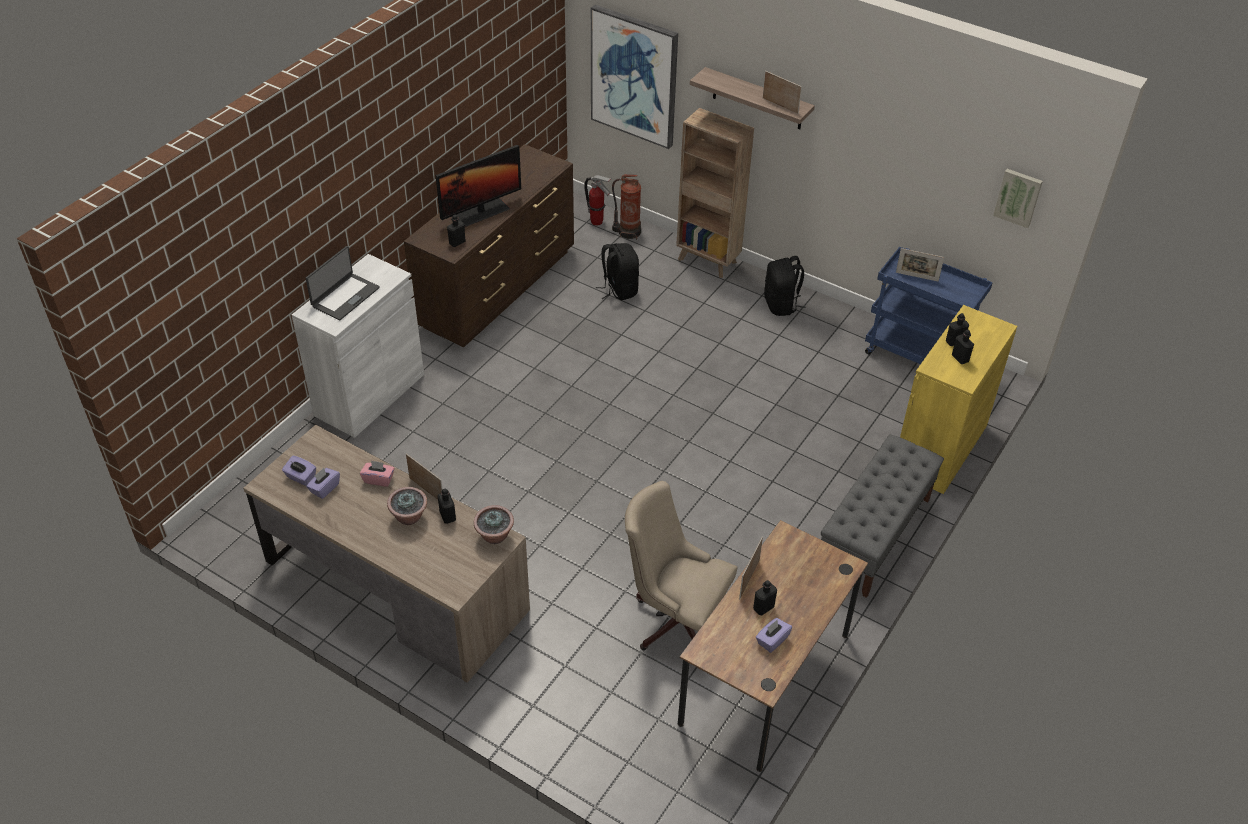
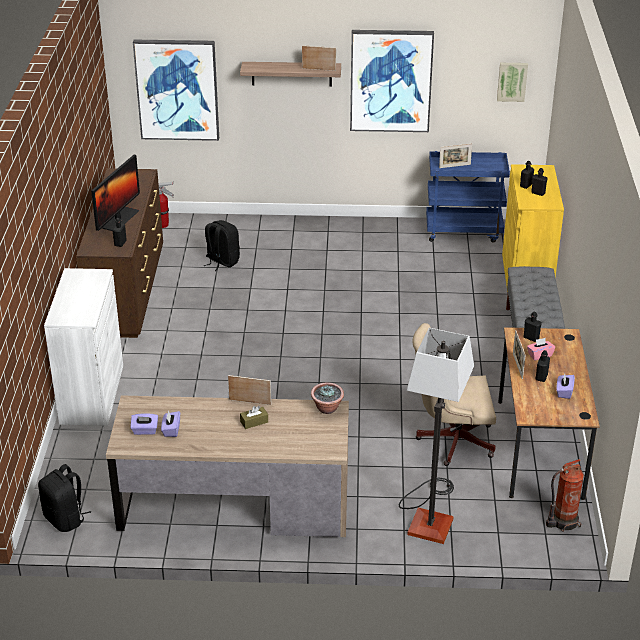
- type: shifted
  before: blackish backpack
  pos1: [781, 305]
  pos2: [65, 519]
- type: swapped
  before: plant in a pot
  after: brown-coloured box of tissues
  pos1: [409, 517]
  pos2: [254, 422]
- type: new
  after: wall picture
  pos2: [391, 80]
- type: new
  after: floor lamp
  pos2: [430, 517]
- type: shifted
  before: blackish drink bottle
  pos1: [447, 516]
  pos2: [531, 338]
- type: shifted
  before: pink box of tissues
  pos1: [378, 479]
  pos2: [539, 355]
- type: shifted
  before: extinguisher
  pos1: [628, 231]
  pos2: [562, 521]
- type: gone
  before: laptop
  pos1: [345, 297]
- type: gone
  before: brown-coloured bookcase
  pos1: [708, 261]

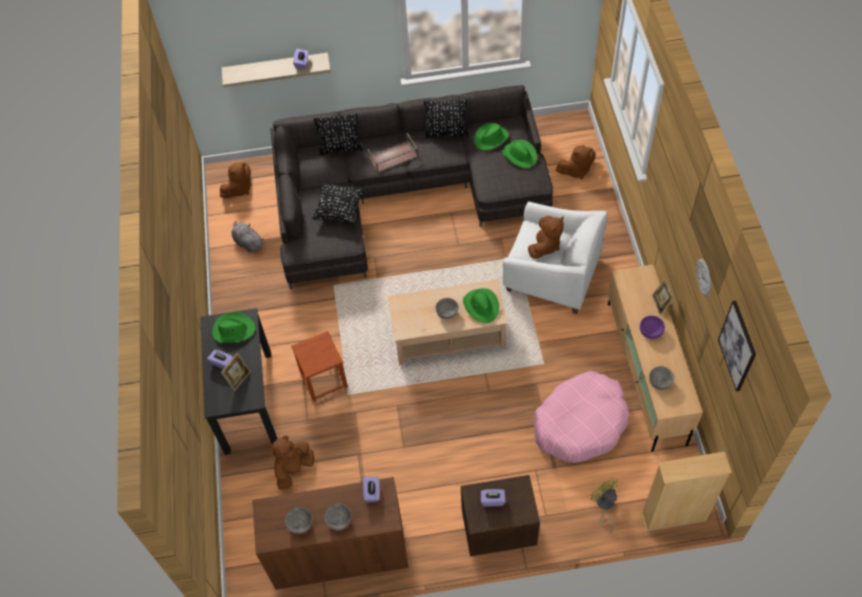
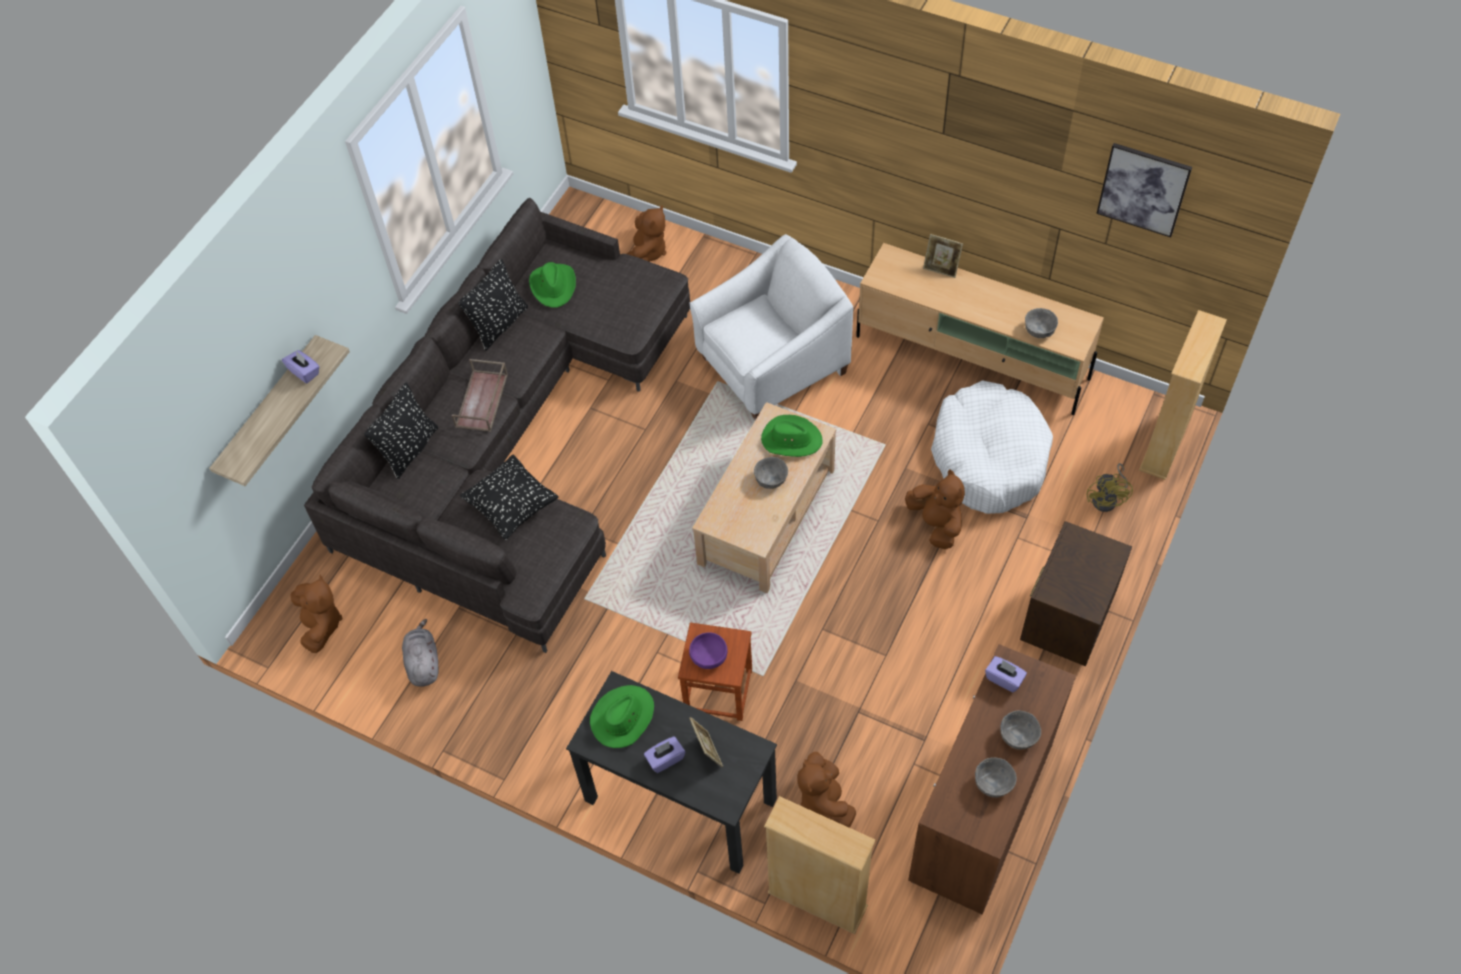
- type: rotated
  before: grey plush toy
  pos1: [248, 243]
  pos2: [423, 663]
  turn: 90
- type: shifted
  before: purple-coloured serving bowl
  pos1: [650, 331]
  pos2: [709, 657]
- type: new
  after: sand-coloured bookcase
  pos2: [817, 900]
- type: shifted
  before: brown-coloured plush toy
  pos1: [545, 246]
  pos2: [936, 524]
- type: repainted
  before: pink dog cushion
  after: white dog cushion
  pos1: [580, 423]
  pos2: [989, 457]
- type: rotated
  before: yellowish fan
  pos1: [604, 505]
  pos2: [1108, 499]
  turn: -90
- type: gone
  before: purple-coloured box of tissues
  pos1: [492, 500]
- type: gone
  before: greenish hat
  pos1: [520, 155]
- type: gone
  before: clock on the wall
  pos1: [704, 277]

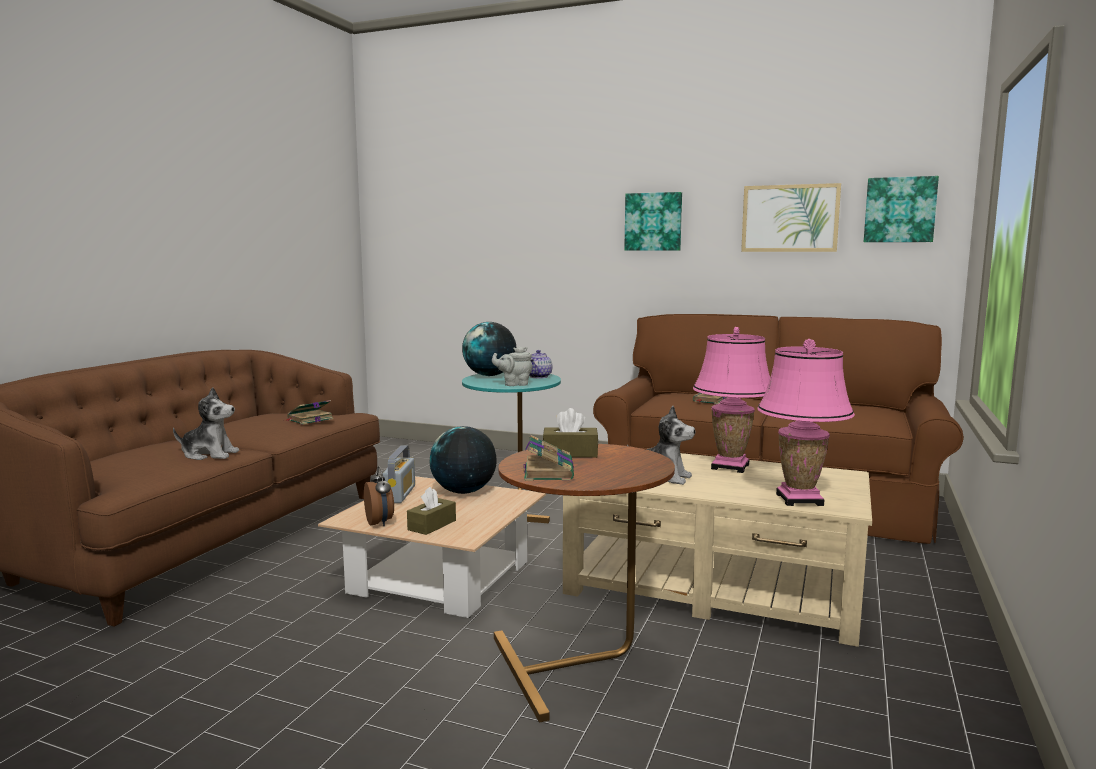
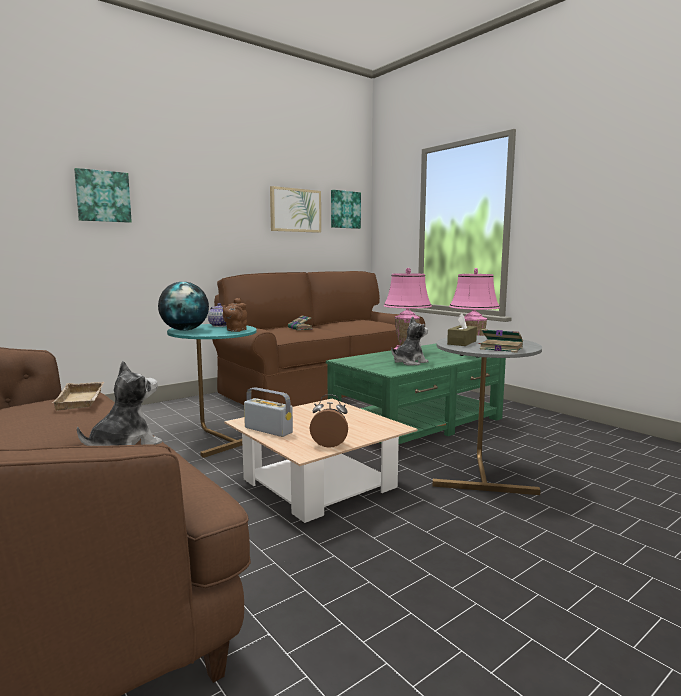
- type: swapped
  before: volume
  after: sand-coloured carrying tray
  pos1: [309, 419]
  pos2: [82, 400]
- type: shifted
  before: wall picture
  pos1: [653, 222]
  pos2: [103, 196]
- type: repainted
  before: grey teapot
  after: brown-coloured teapot
  pos1: [514, 384]
  pos2: [235, 330]
- type: repainted
  before: sand-coloured coffee table
  after: greenish coffee table
  pos1: [714, 587]
  pos2: [418, 424]
- type: repainted
  before: brown-coloured side table
  after: grey side table
  pos1: [582, 664]
  pos2: [481, 471]
- type: gone
  before: brown-coloured box of tissues
  pos1: [432, 525]
- type: gone
  before: desk globe
  pos1: [464, 492]

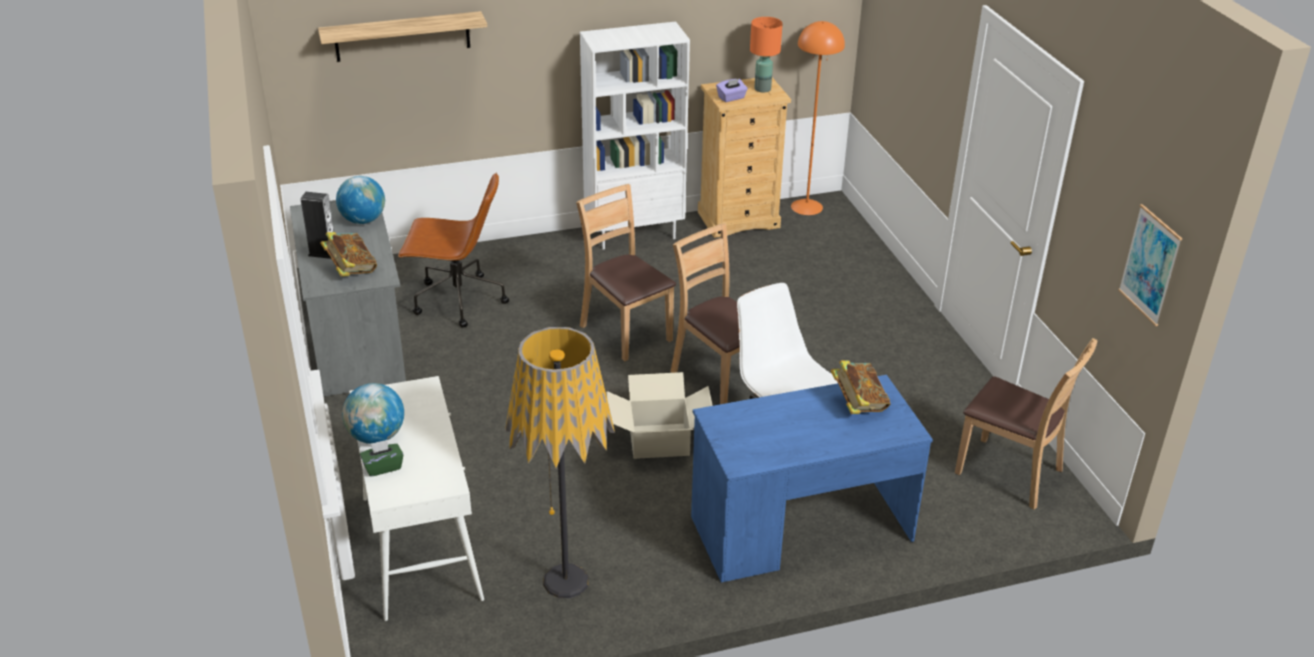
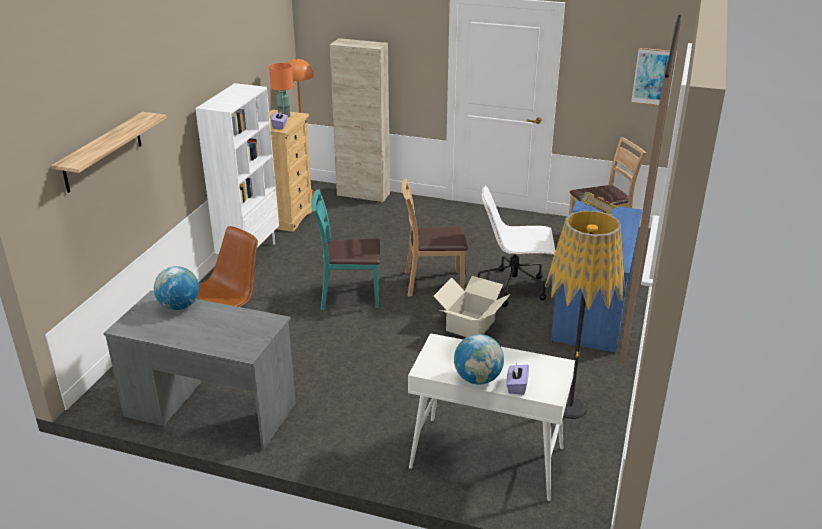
- type: repainted
  before: brown-coloured upright chair
  after: blue-green upright chair
  pos1: [626, 332]
  pos2: [349, 296]
- type: new
  after: sand-coloured storage cabinet
  pos2: [363, 194]
- type: repainted
  before: greenish box of tissues
  after: purple-coloured box of tissues
  pos1: [383, 467]
  pos2: [516, 386]
- type: gone
  before: loudspeaker
  pos1: [323, 252]
- type: gone
  before: volume
  pos1: [351, 270]

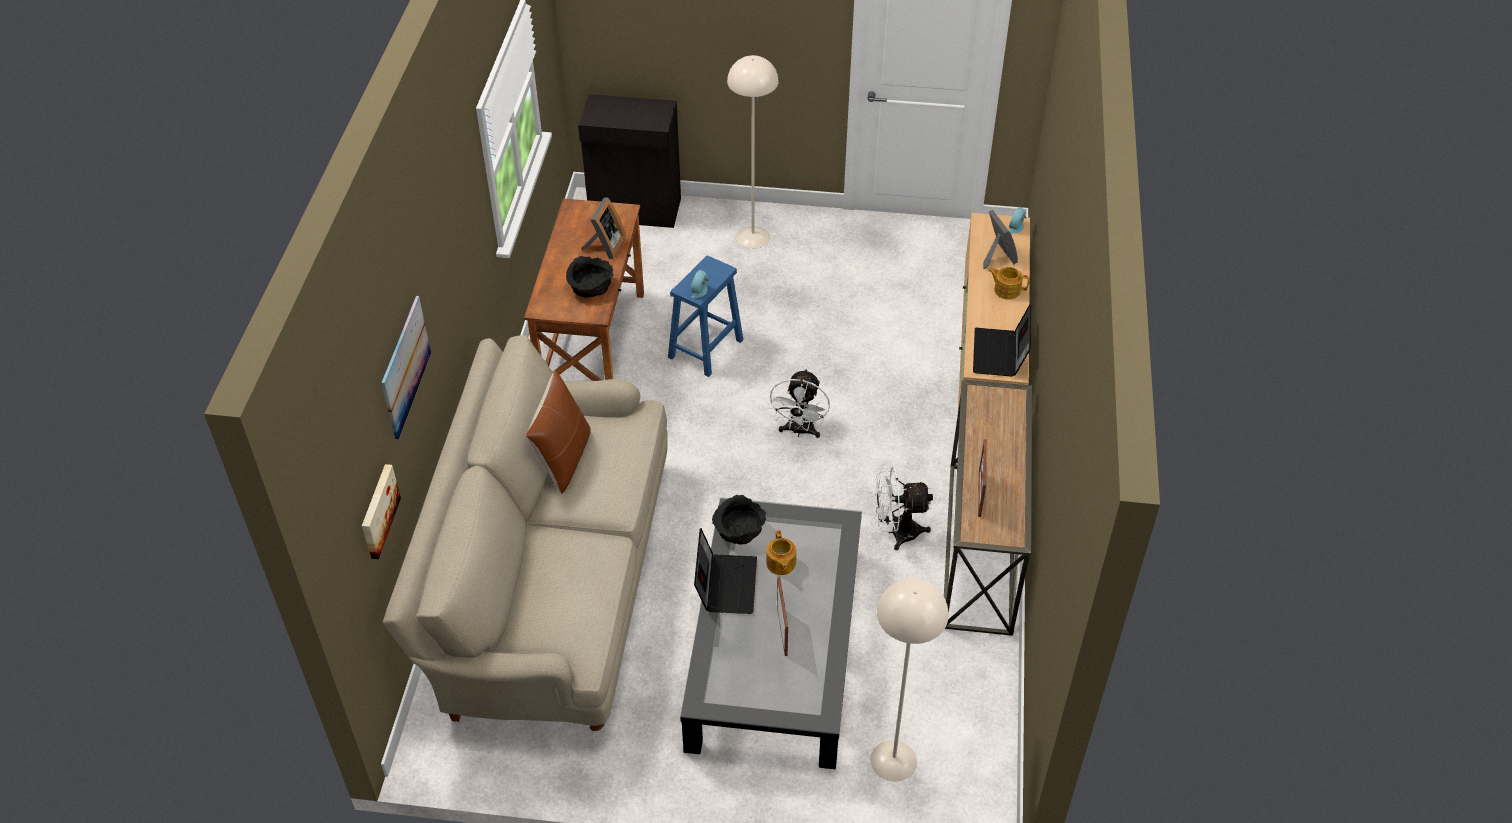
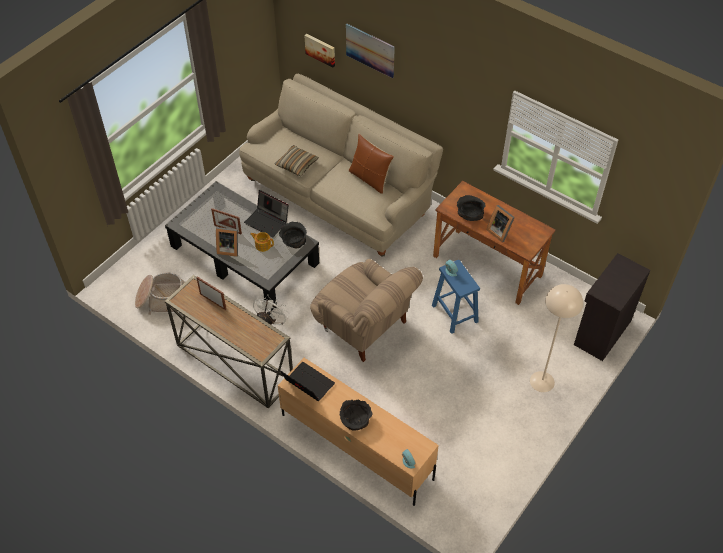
- type: new
  after: household basket
  pos2: [162, 299]
- type: shifted
  before: picture frame
  pos1: [997, 257]
  pos2: [228, 249]
- type: new
  after: throw pillow
  pos2: [297, 164]
- type: swapped
  before: white fan
  after: sand-coloured easy chair
  pos1: [799, 431]
  pos2: [365, 326]
- type: swapped
  before: teapot
  after: blackish serving bowl
  pos1: [1006, 290]
  pos2: [355, 420]
- type: gone
  before: sand-coloured floor lamp
  pos1: [894, 760]

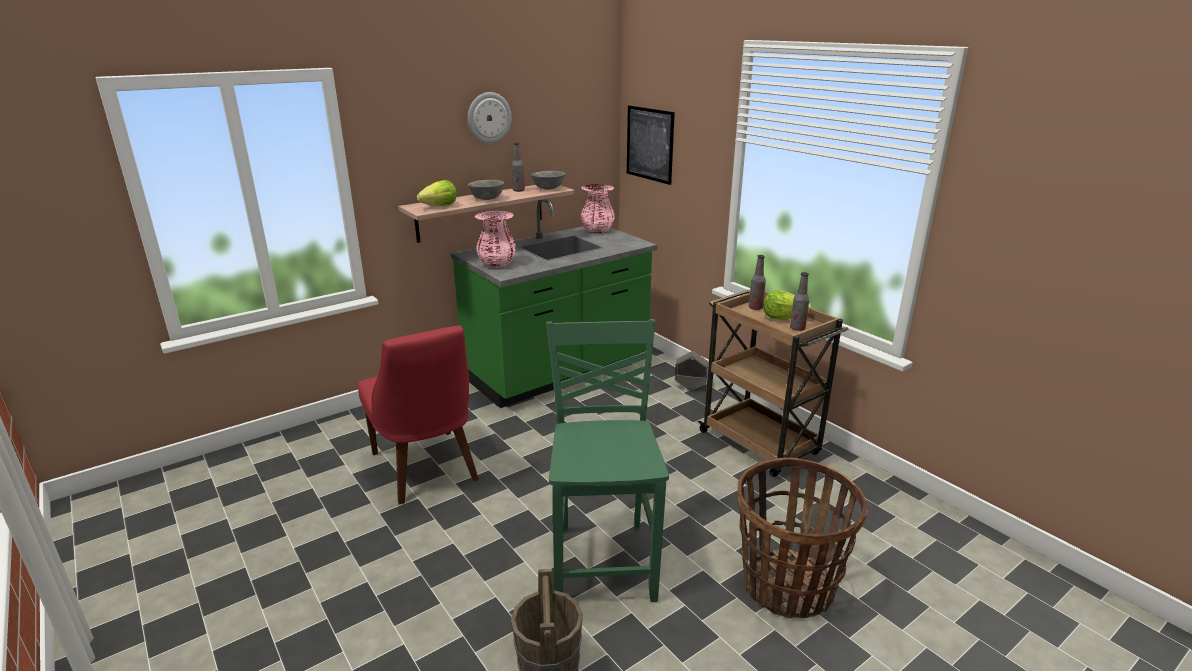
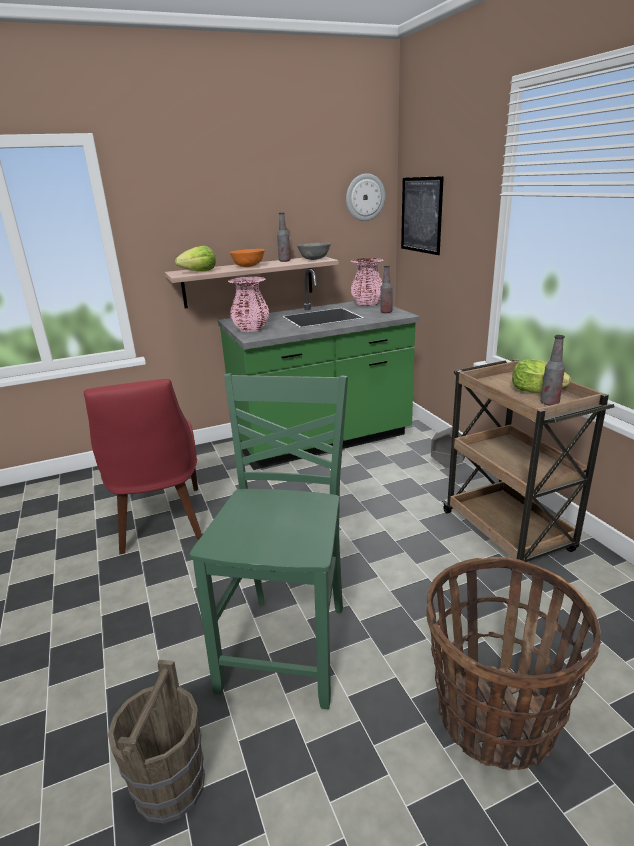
- type: repainted
  before: grey serving bowl
  after: orangey serving bowl
  pos1: [486, 199]
  pos2: [248, 266]
- type: shifted
  before: clock on the wall
  pos1: [489, 117]
  pos2: [365, 197]
- type: shifted
  before: drink bottle
  pos1: [755, 308]
  pos2: [386, 312]

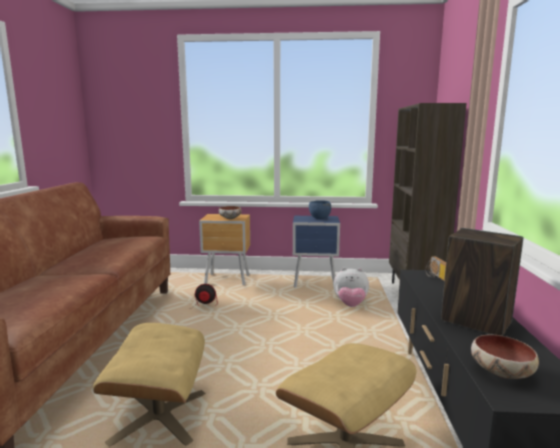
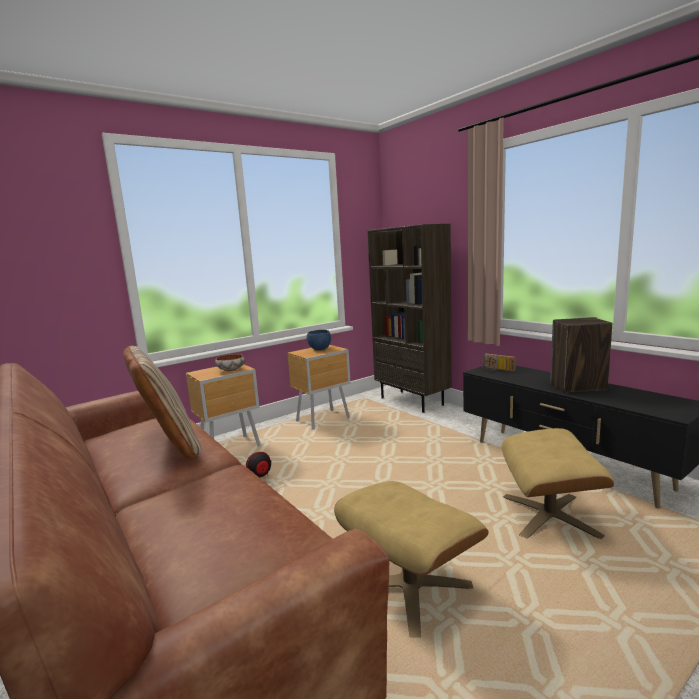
- type: new
  after: sand-coloured throw pillow
  pos2: [168, 446]
- type: repainted
  before: blue nightstand
  after: brown-coloured nightstand
  pos1: [315, 283]
  pos2: [324, 420]
- type: gone
  before: plush toy
  pos1: [350, 305]
- type: gone
  before: serving bowl
  pos1: [500, 372]

